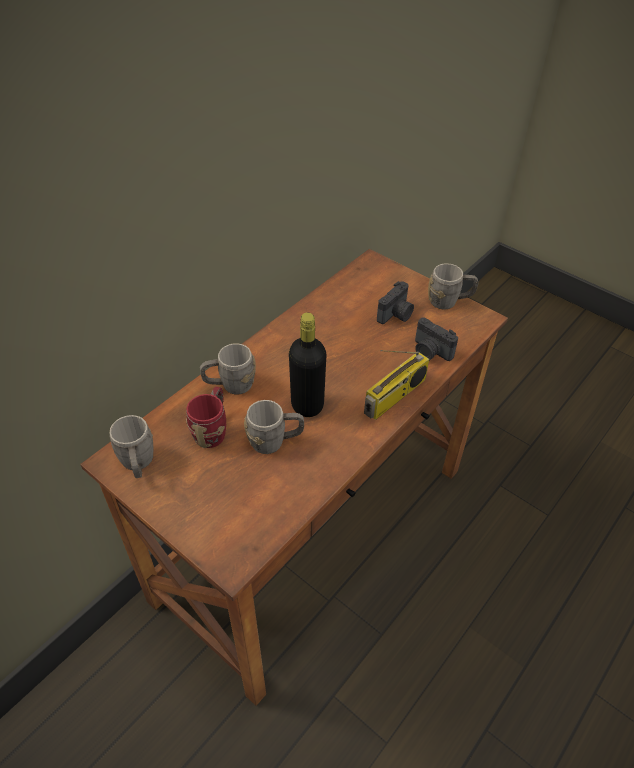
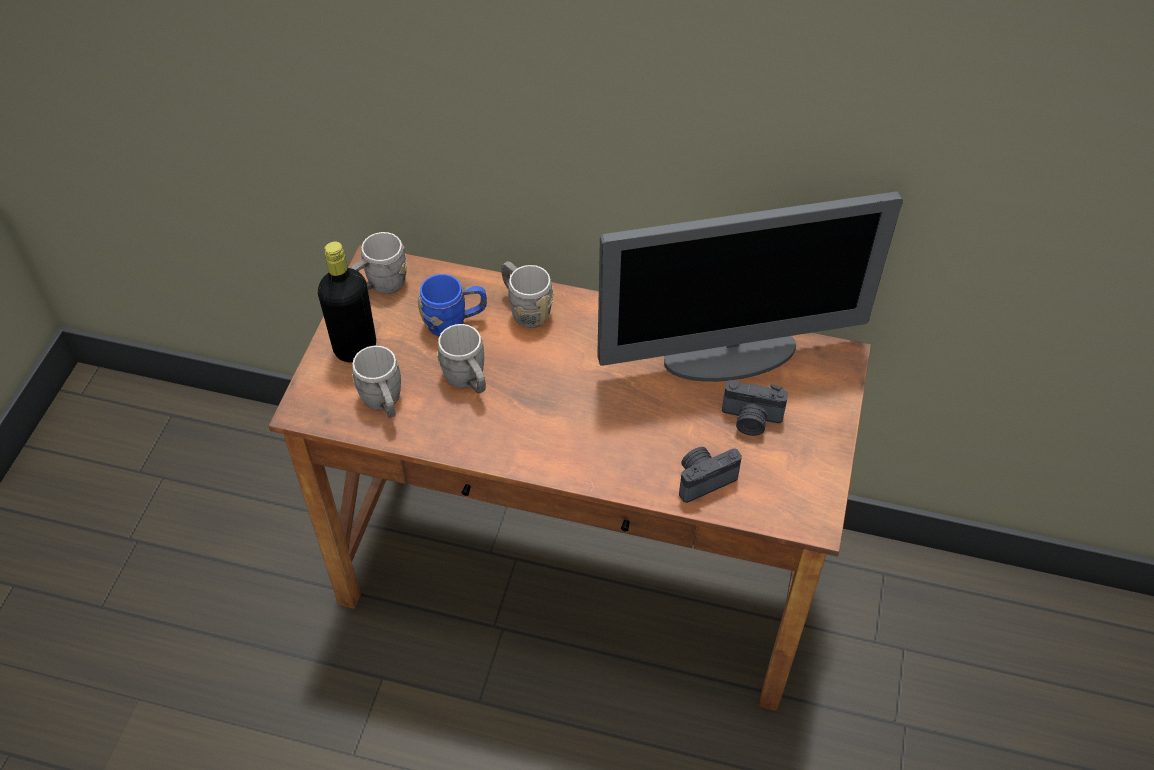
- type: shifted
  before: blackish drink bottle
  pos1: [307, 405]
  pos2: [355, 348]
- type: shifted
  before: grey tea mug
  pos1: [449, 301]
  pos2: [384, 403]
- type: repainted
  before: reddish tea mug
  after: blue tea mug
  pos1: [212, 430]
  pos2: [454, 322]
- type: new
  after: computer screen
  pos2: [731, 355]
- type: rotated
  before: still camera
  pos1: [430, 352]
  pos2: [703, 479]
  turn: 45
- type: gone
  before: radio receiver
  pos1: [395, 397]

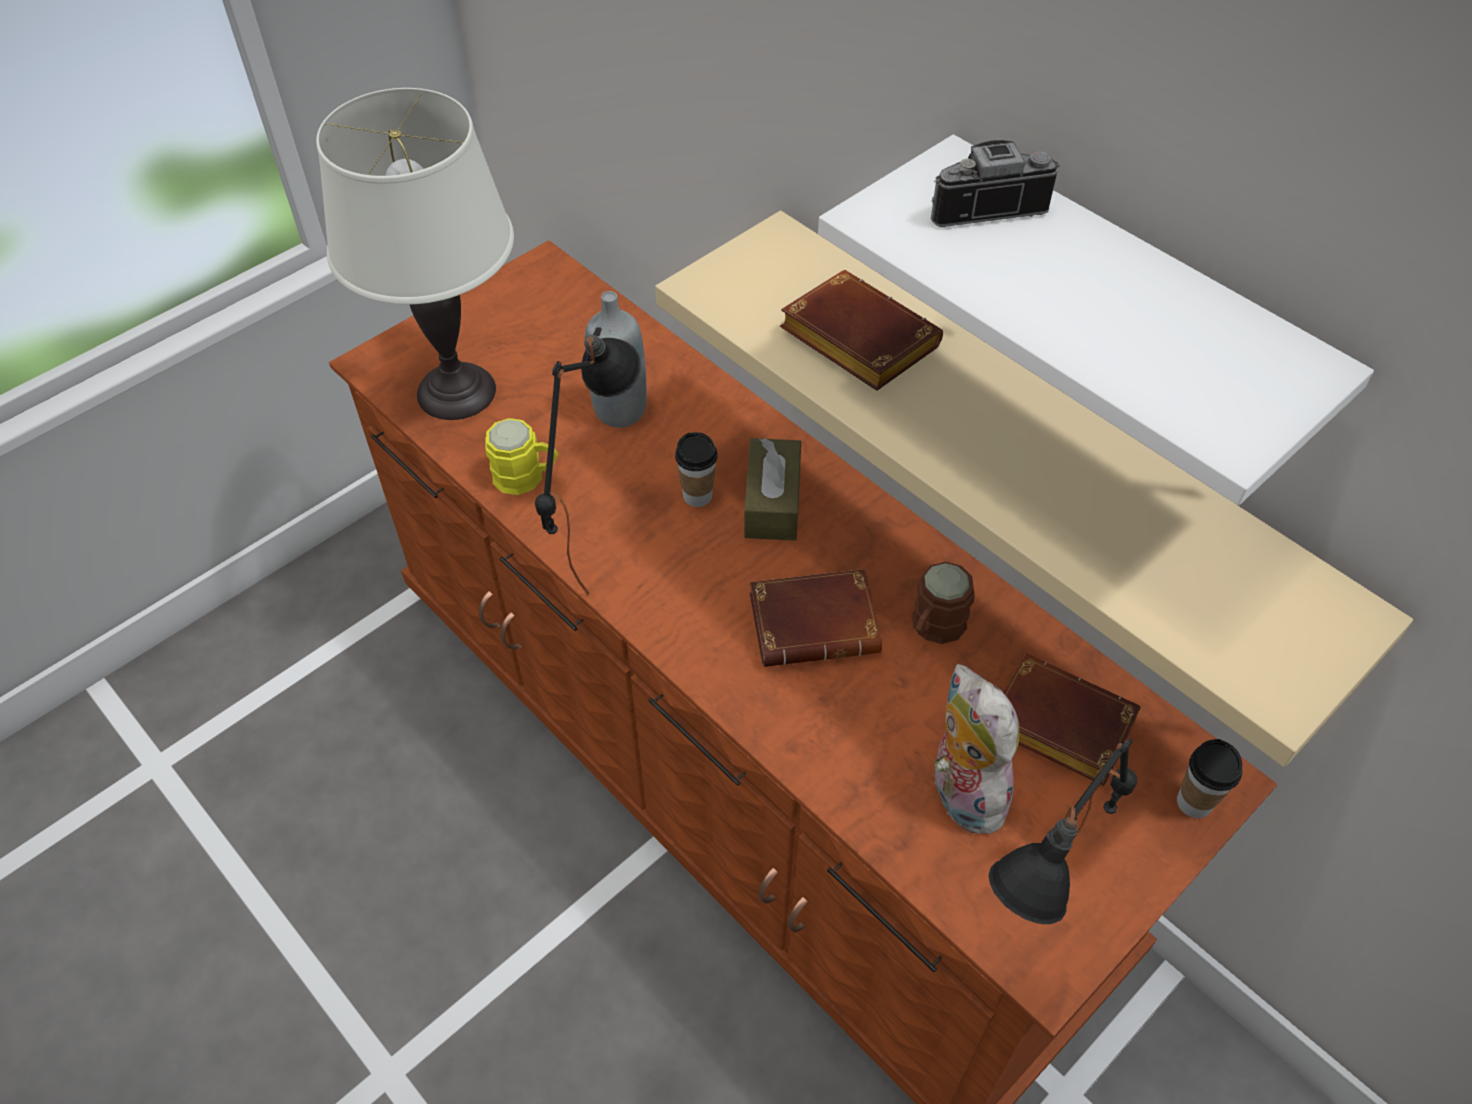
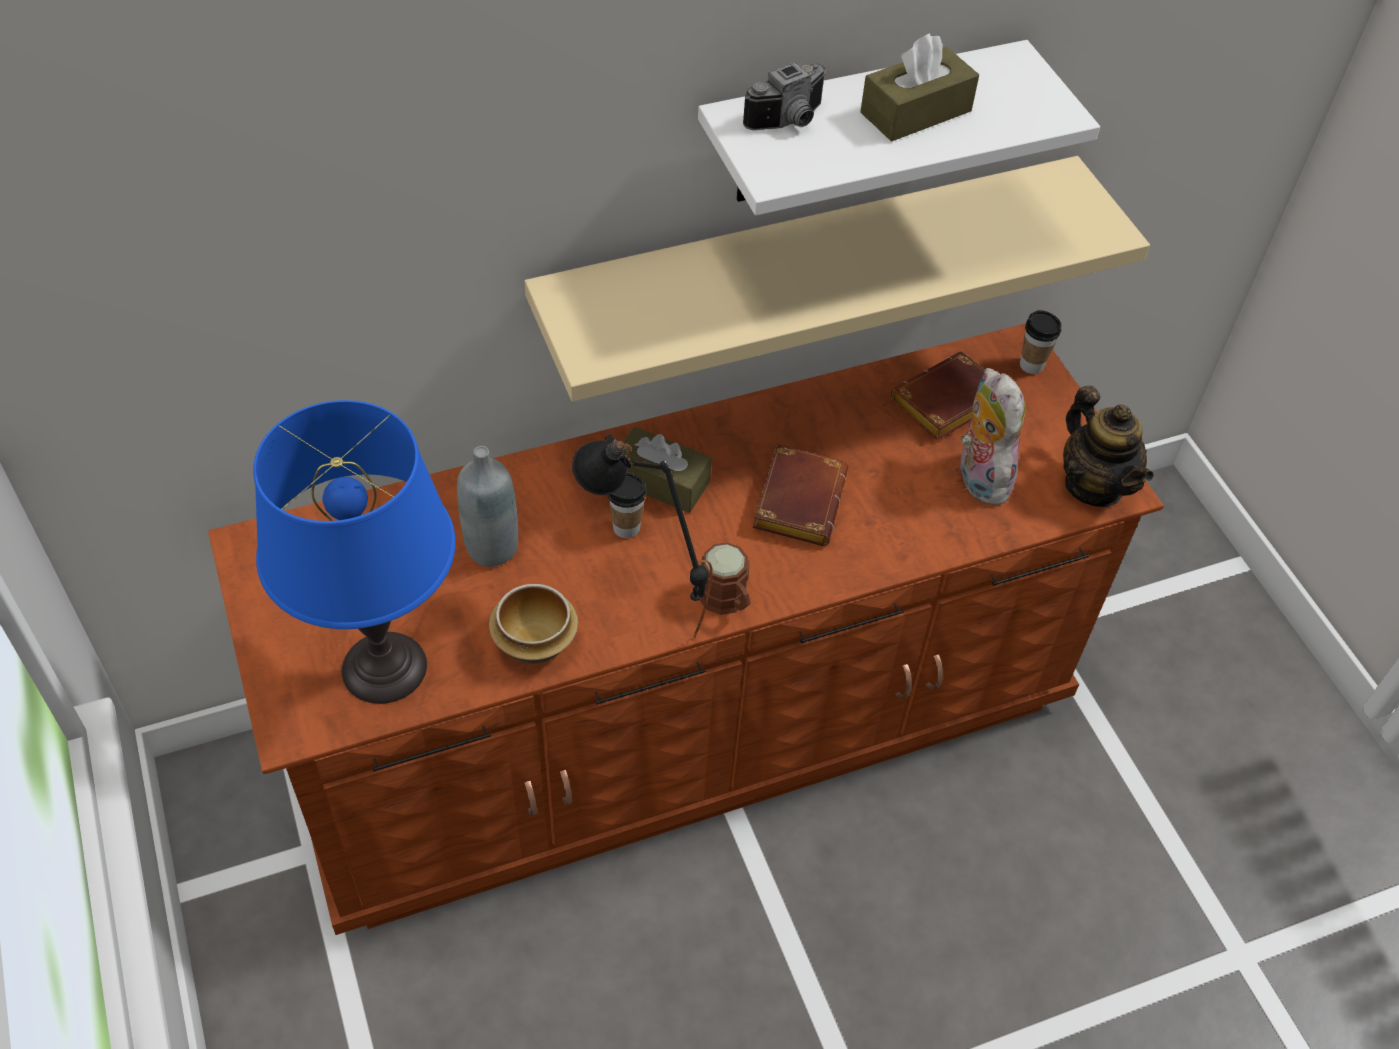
- type: repainted
  before: white table lamp
  after: blue table lamp
  pos1: [456, 391]
  pos2: [384, 667]
- type: swapped
  before: yellowish tea mug
  after: serving bowl
  pos1: [527, 477]
  pos2: [533, 642]
- type: shifted
  before: brown-coloured tea mug
  pos1: [933, 628]
  pos2: [727, 601]
- type: rotated
  before: still camera
  pos1: [983, 204]
  pos2: [790, 122]
  turn: -135
- type: new
  after: brown-coloured box of tissues
  pos2: [915, 112]
- type: rotated
  before: plush toy
  pos1: [960, 792]
  pos2: [978, 477]
  turn: 75
- type: swapped
  before: blackish table lamp
  after: teapot
  pos1: [1031, 932]
  pos2: [1093, 485]
- type: gone
  before: brown-coloured volume
  pos1: [853, 340]

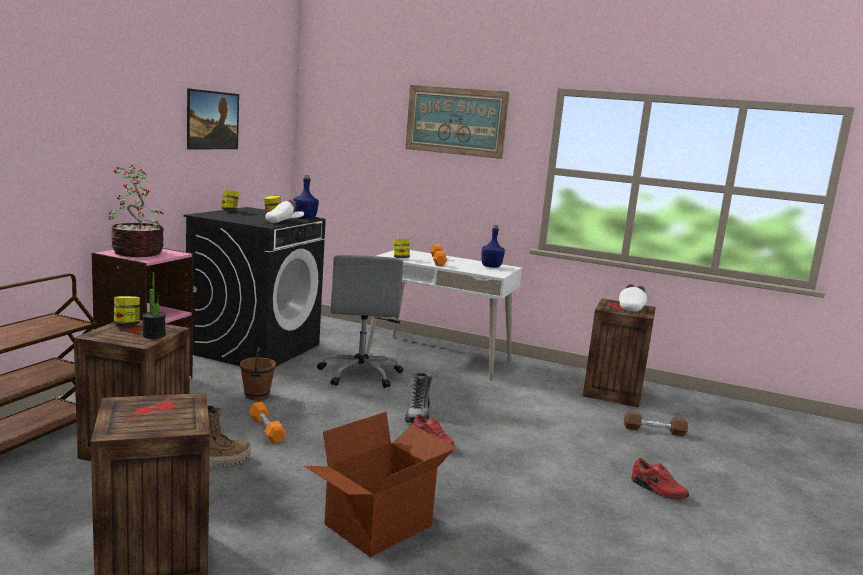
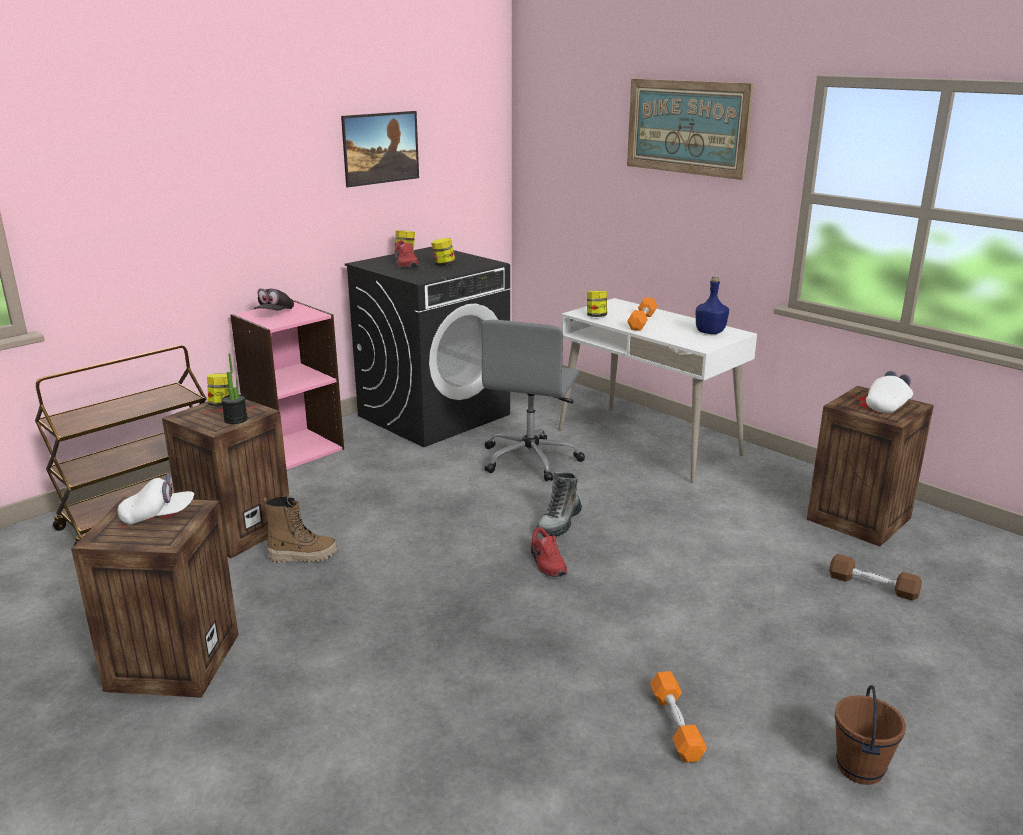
- type: shifted
  before: white cap
  pos1: [284, 222]
  pos2: [158, 516]
- type: swapped
  before: plant in a pot
  after: blackish cap
  pos1: [136, 252]
  pos2: [275, 313]
- type: shifted
  before: reddish shoe
  pos1: [657, 490]
  pos2: [405, 265]
- type: shifted
  before: orangey dumbbell
  pos1: [266, 430]
  pos2: [676, 725]
- type: shifted
  before: brown-coloured bucket
  pos1: [257, 396]
  pos2: [860, 769]
- type: gone
  before: blue drink bottle
  pos1: [304, 218]
- type: gone
  before: cardboard box
  pos1: [379, 526]

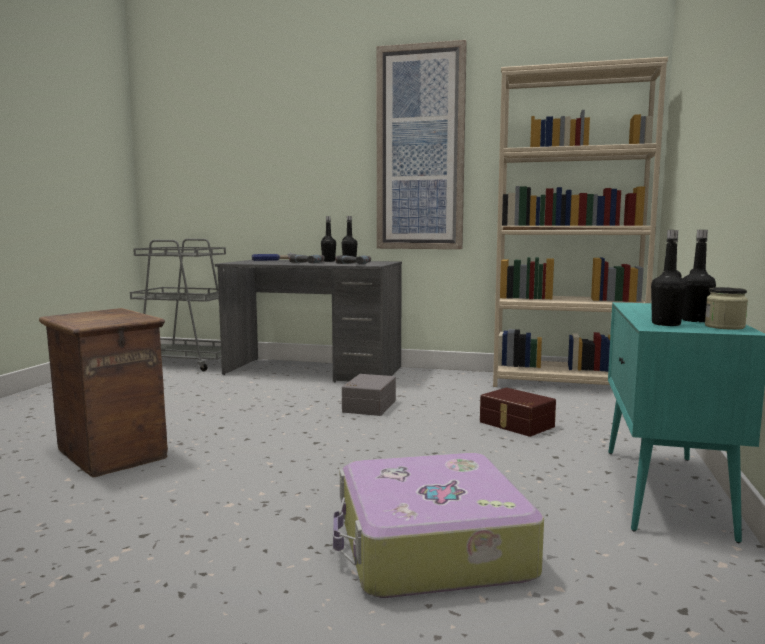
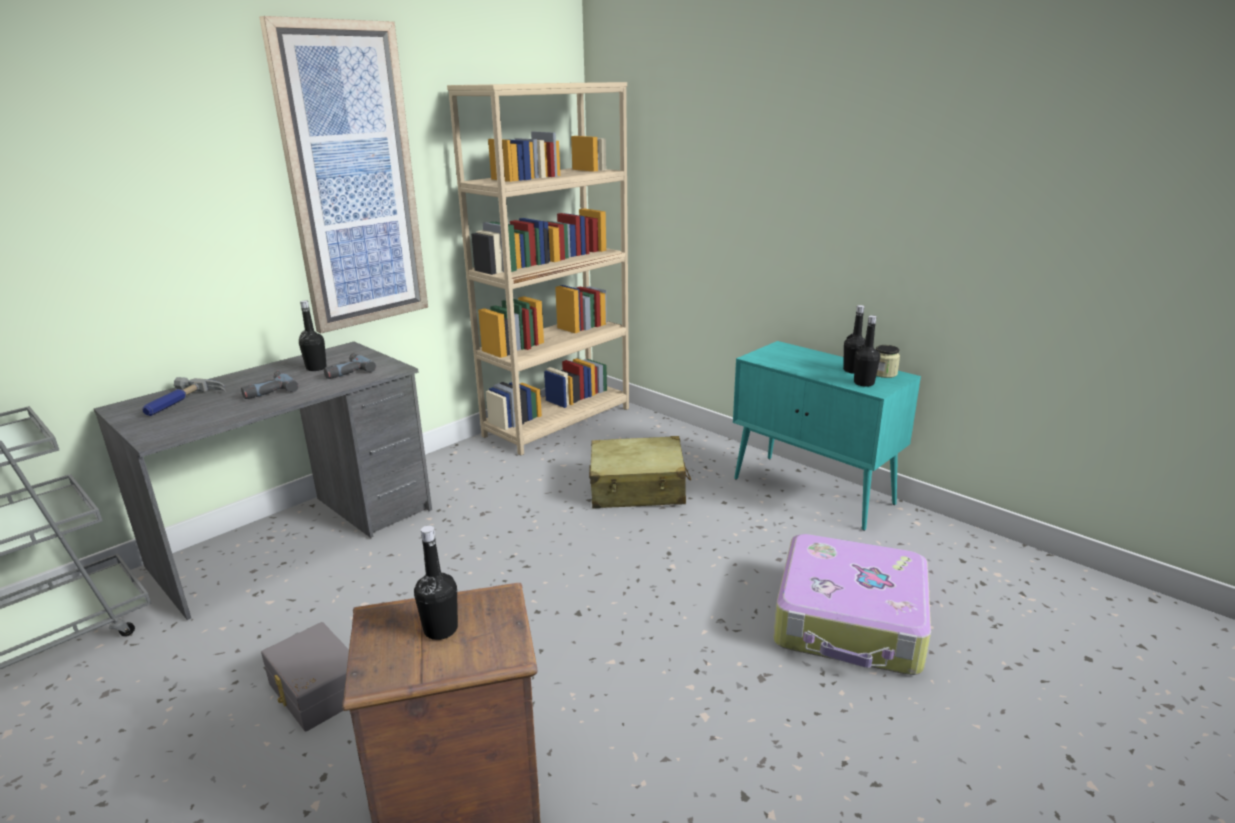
- type: shifted
  before: grey storage container
  pos1: [368, 406]
  pos2: [315, 691]
- type: shifted
  before: blackish drink bottle
  pos1: [328, 261]
  pos2: [441, 629]
- type: swapped
  before: brown-coloured storage container
  after: sand-coloured suitcase
  pos1: [515, 424]
  pos2: [638, 488]

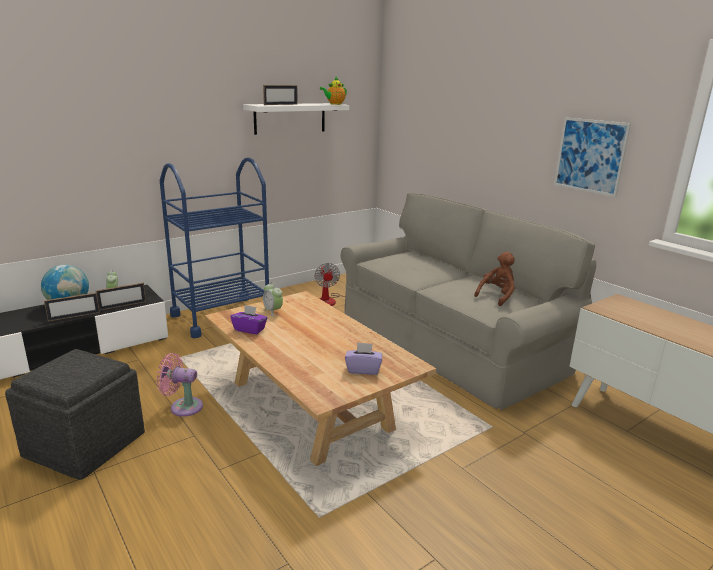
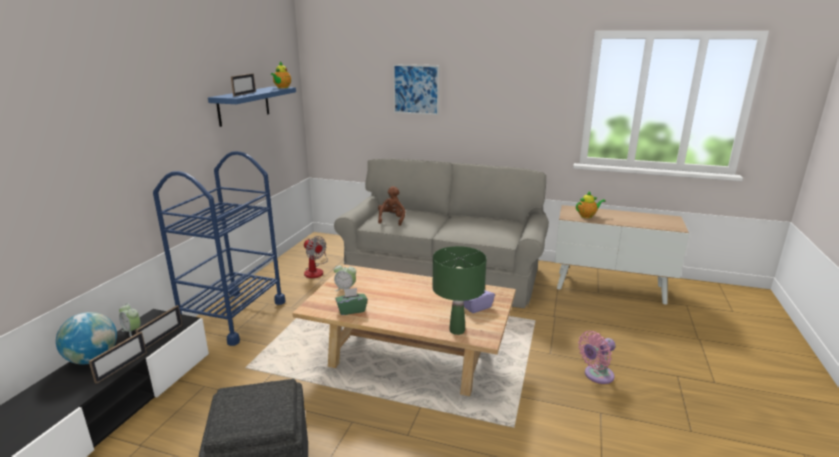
- type: repainted
  before: white wall shelf
  after: blue wall shelf
  pos1: [290, 118]
  pos2: [244, 105]
- type: repainted
  before: purple-coloured box of tissues
  after: greenish box of tissues
  pos1: [249, 329]
  pos2: [351, 310]
- type: shifted
  before: brown-coloured plush toy
  pos1: [497, 296]
  pos2: [392, 220]
- type: shifted
  before: wall picture
  pos1: [590, 156]
  pos2: [416, 89]
- type: new
  after: greenish table lamp
  pos2: [457, 330]
- type: new
  after: teapot
  pos2: [587, 216]
- type: shifted
  before: pink fan
  pos1: [183, 407]
  pos2: [596, 375]

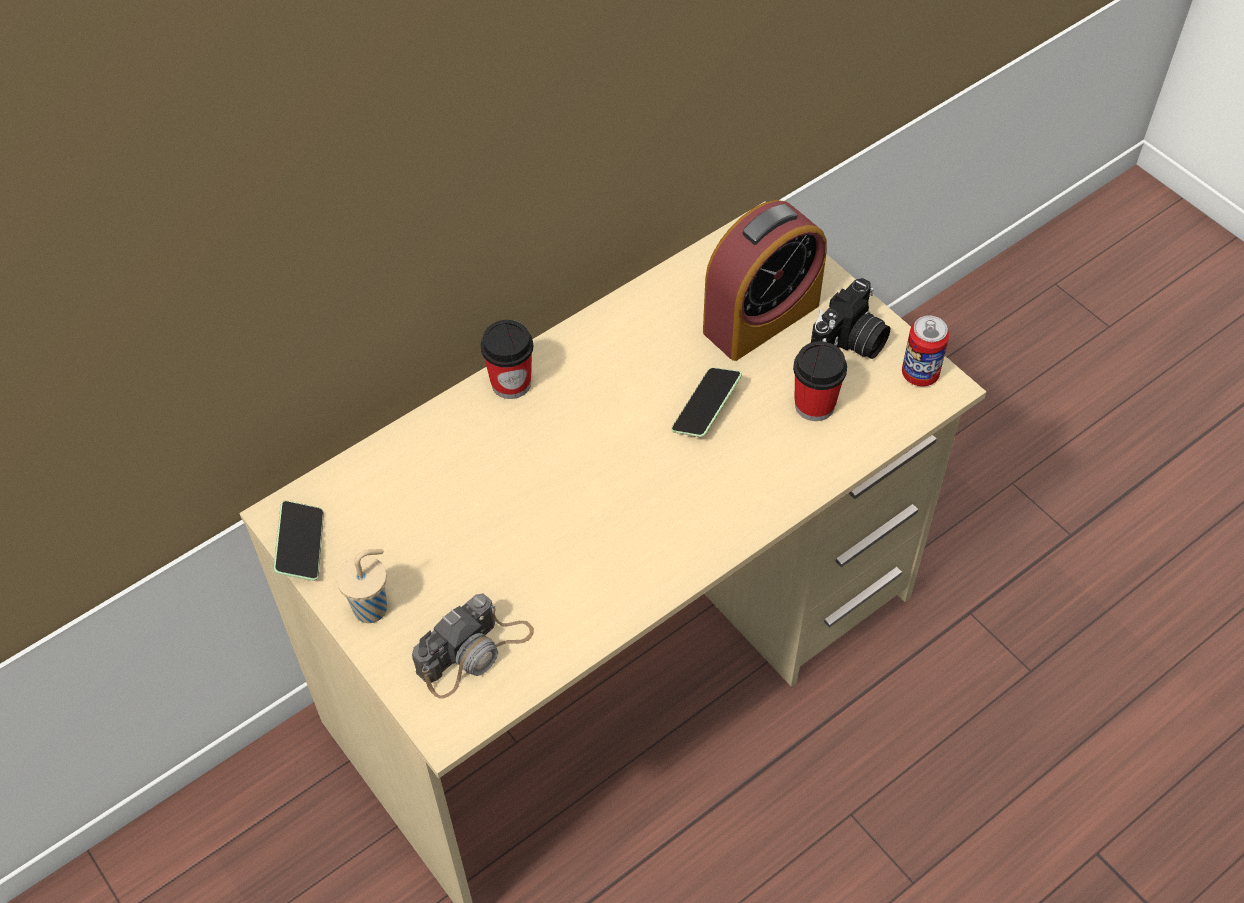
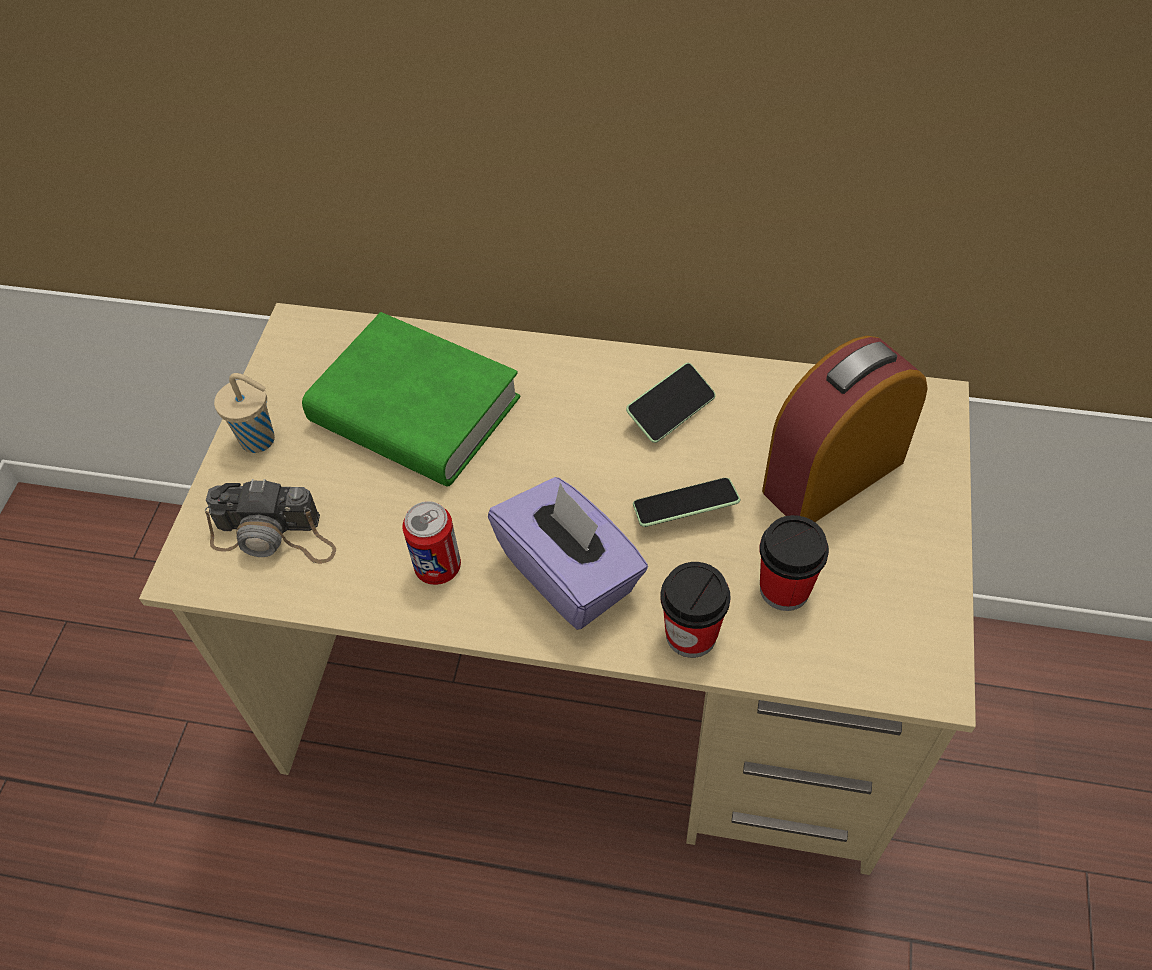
- type: new
  after: greenish volume
  pos2: [415, 411]
- type: shifted
  before: can
  pos1: [920, 374]
  pos2: [438, 567]
- type: new
  after: purple-coloured box of tissues
  pos2: [570, 574]
- type: shifted
  before: handset
  pos1: [301, 547]
  pos2: [671, 411]
- type: shifted
  before: small cup
  pos1: [511, 383]
  pos2: [691, 635]
- type: rotated
  before: alarm clock
  pos1: [761, 318]
  pos2: [833, 475]
  turn: 135
- type: gone
  before: still camera
  pos1: [850, 344]

